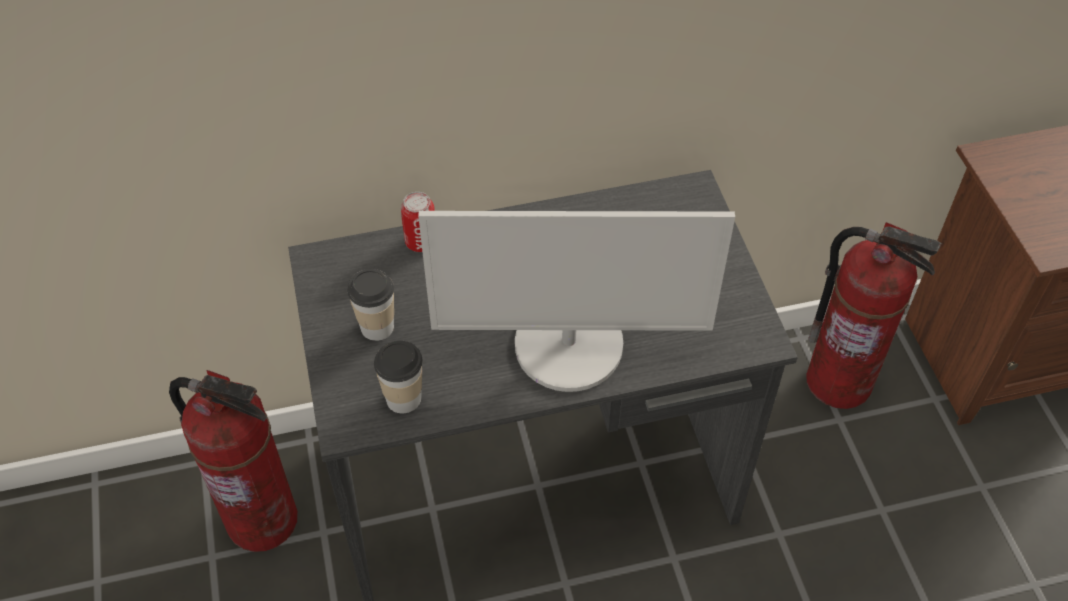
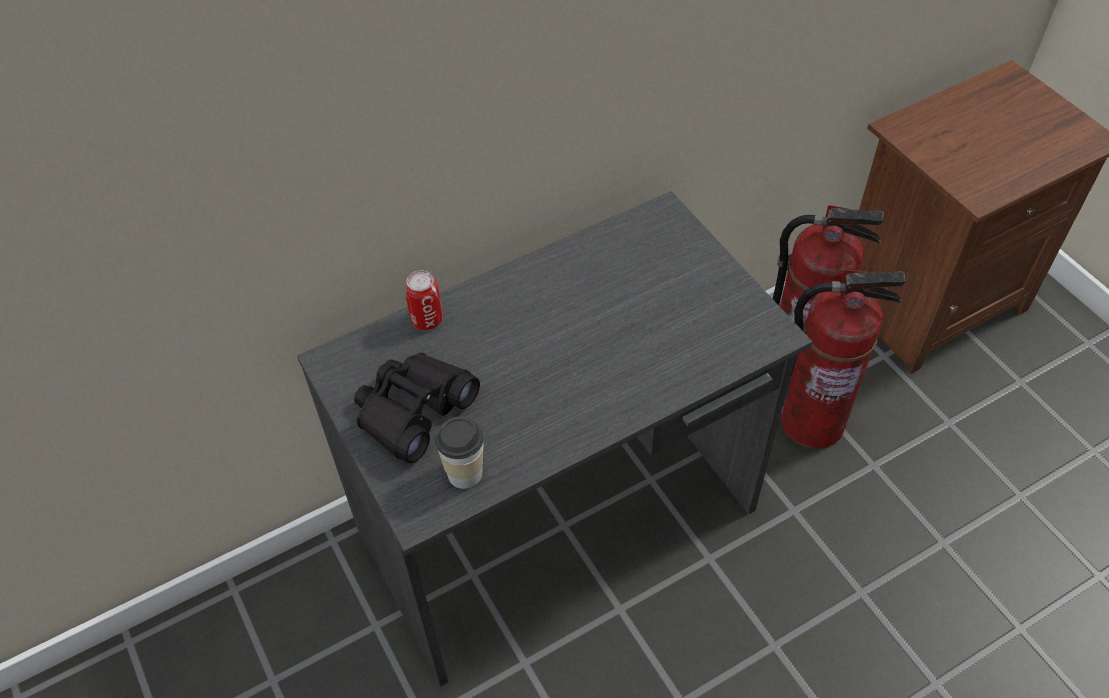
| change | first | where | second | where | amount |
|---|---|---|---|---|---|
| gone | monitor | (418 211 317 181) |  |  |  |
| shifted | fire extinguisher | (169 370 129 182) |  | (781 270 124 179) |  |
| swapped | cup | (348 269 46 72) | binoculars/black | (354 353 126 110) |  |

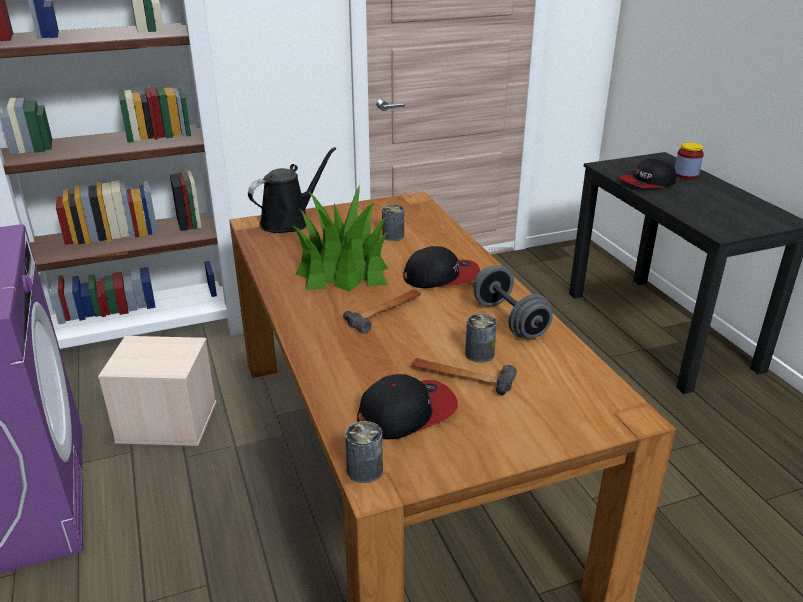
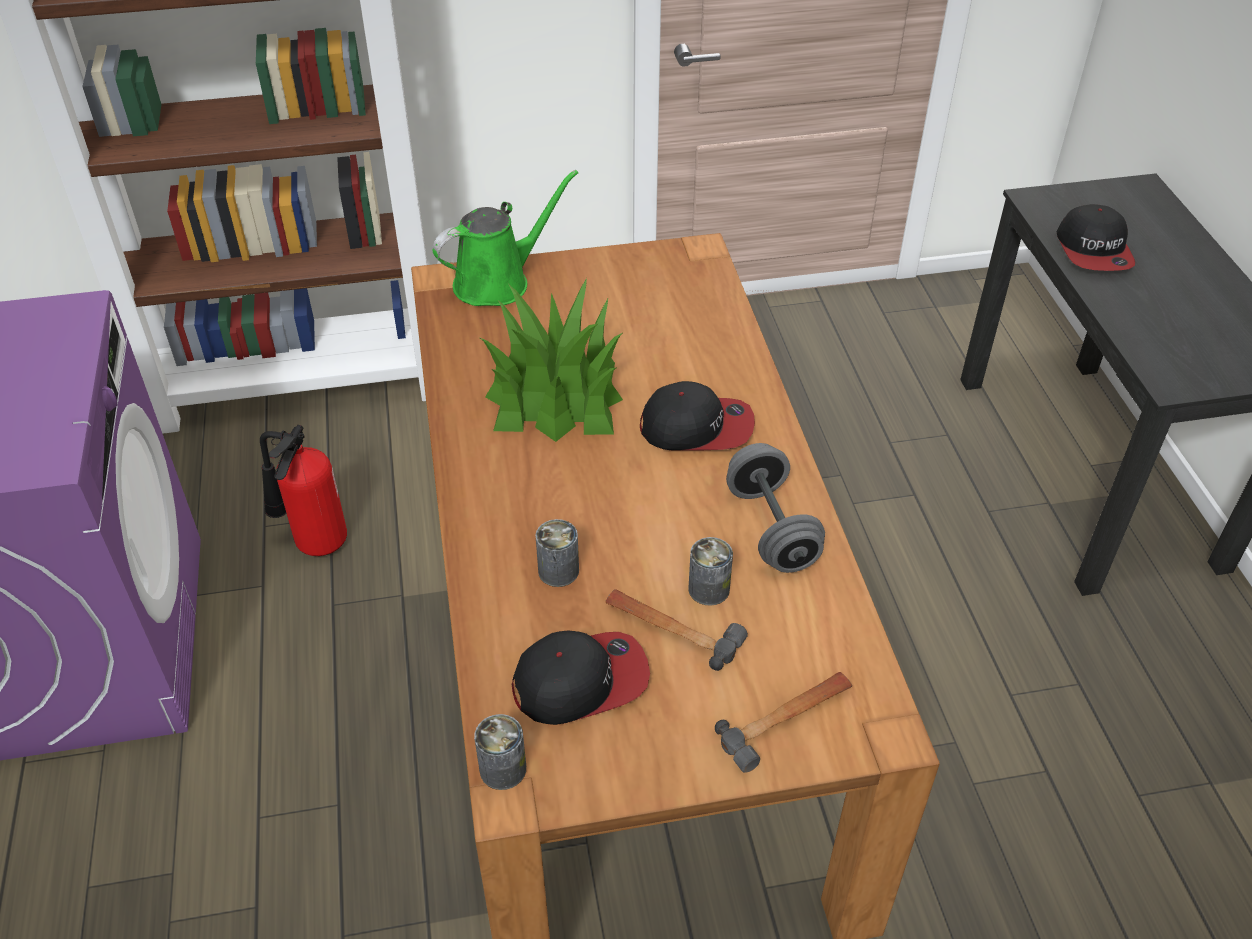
| change | first | where | second | where | amount |
|---|---|---|---|---|---|
| gone | jar | (675 142 29 37) |  |  |  |
| shifted | hammer | (343 289 78 45) |  | (715 672 137 101) |  |
| shifted | can | (382 205 22 36) |  | (535 519 44 68) |  |
| swapped | storage box/beige | (98 336 118 110) | fire extinguisher | (260 425 87 131) |  |
| repainted | watering can/black | (248 147 88 86) | watering can/green | (432 170 146 136) |  |
| rotated | cap | (619 158 57 30) |  | (1057 204 78 67) | 75 degrees counterclockwise |

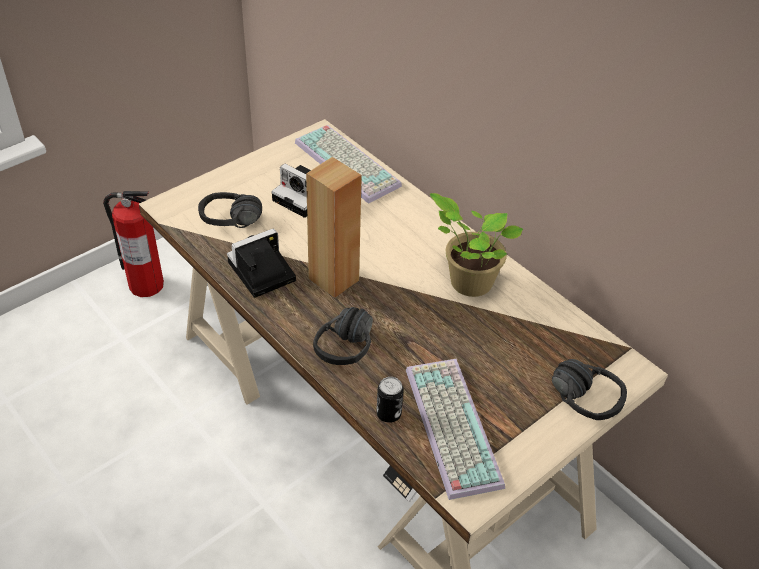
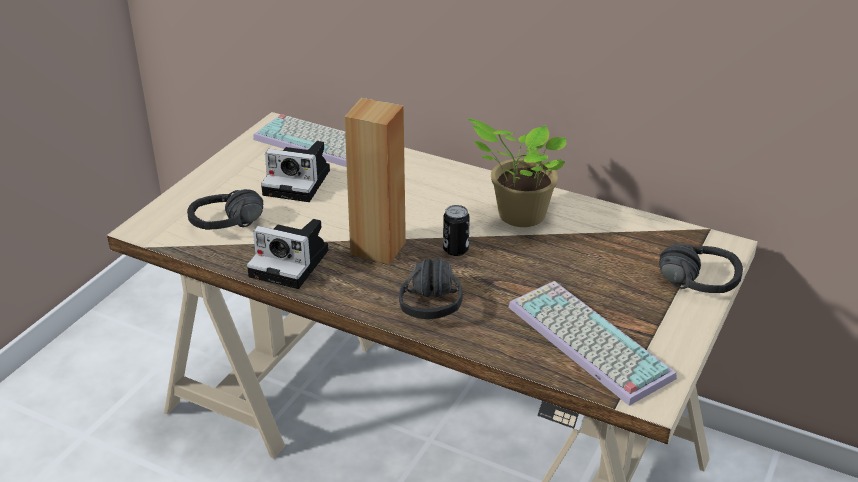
| change | first | where | second | where | amount |
|---|---|---|---|---|---|
| gone | fire extinguisher | (103 191 61 106) |  |  |  |
| shifted | can | (376 377 28 46) |  | (443 205 27 51) |  |
| rotated | photo camera | (227 229 69 69) |  | (247 219 81 70) | 105 degrees counterclockwise |

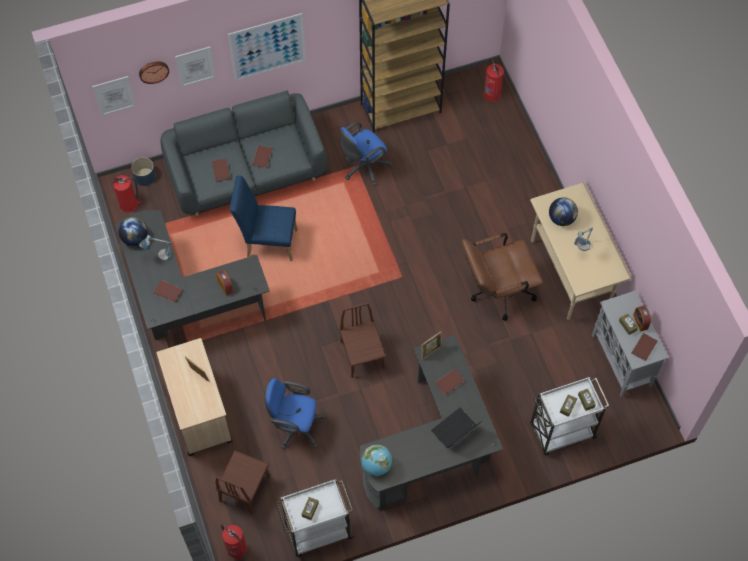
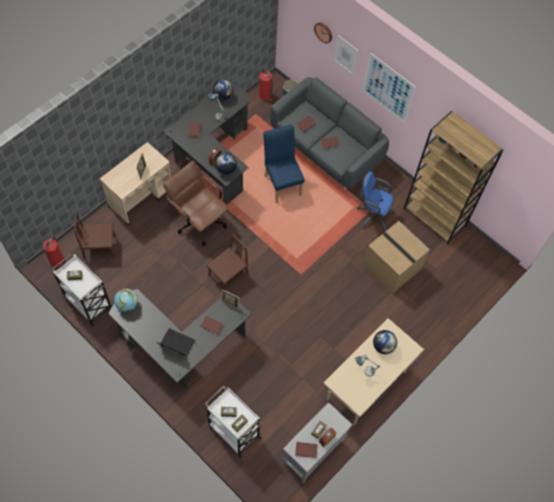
| change | first | where | second | where | amount |
|---|---|---|---|---|---|
| gone | picture | (92 76 44 40) |  |  |  |
| gone | office chair/blue | (264 378 62 71) |  |  |  |
| gone | fire extinguisher | (483 60 21 42) |  |  |  |
| new |  |  | globe | (215 153 22 22) |  |
| new |  |  | cardboard box | (363 221 67 73) |  |
| shifted | office chair/brown | (462 233 81 88) |  | (163 161 66 85) |  |

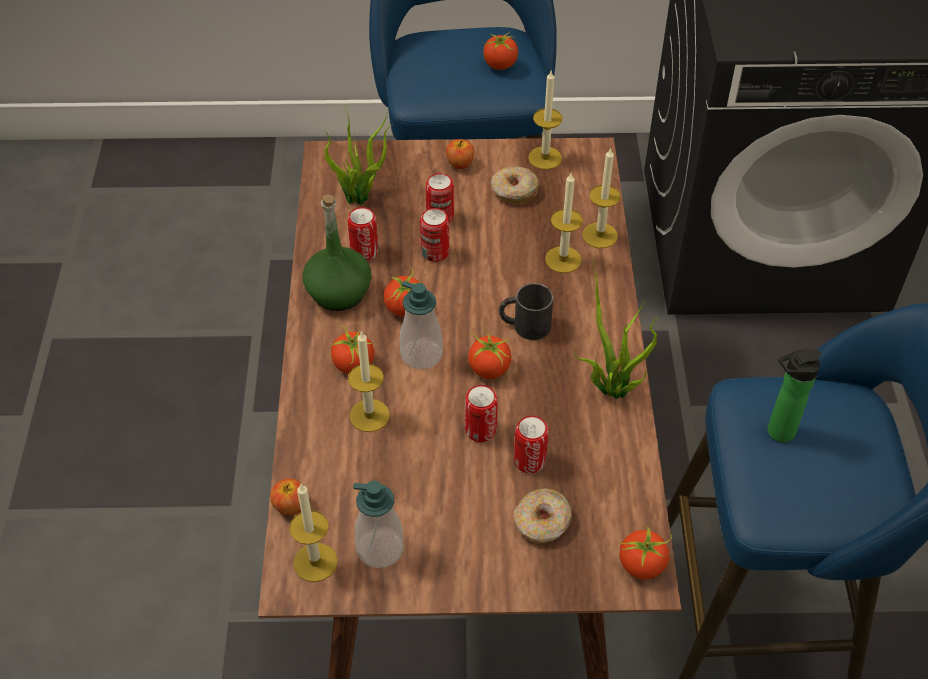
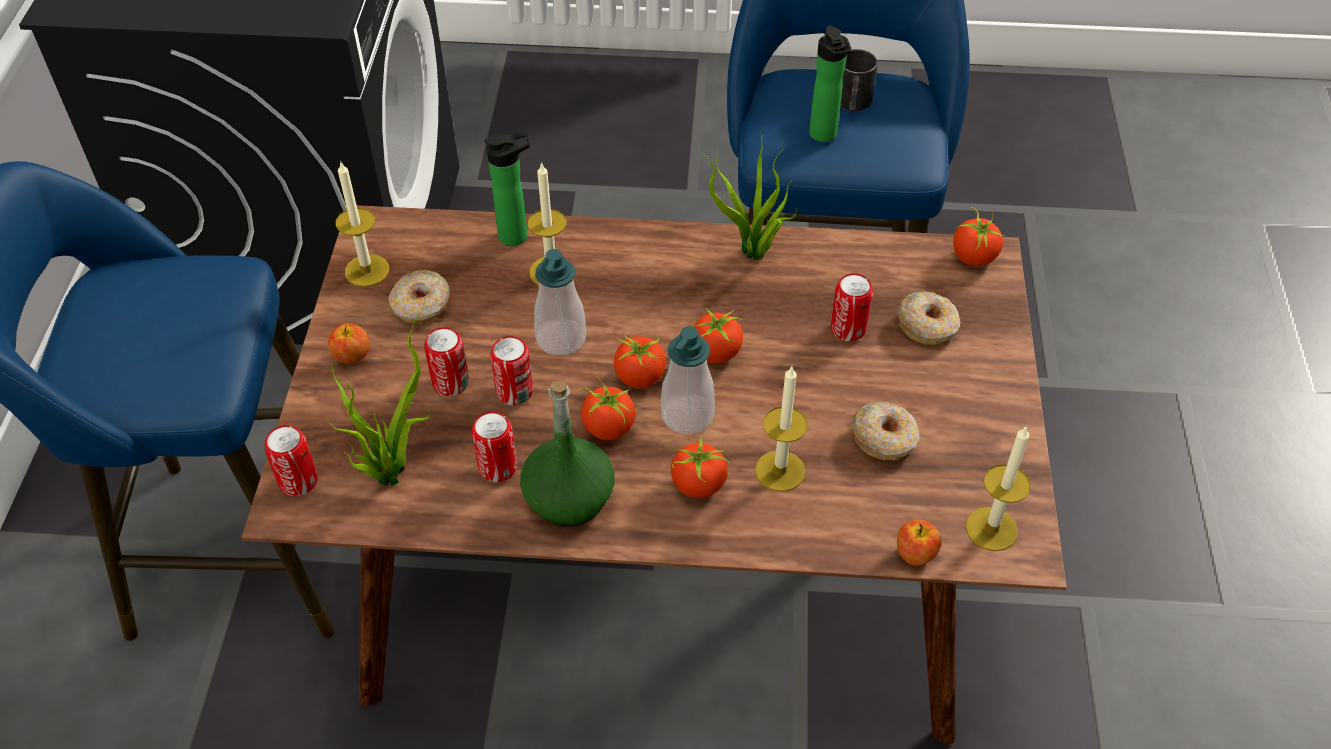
| change | first | where | second | where | amount |
|---|---|---|---|---|---|
| new |  |  | donut | (851 401 69 59) |  |
| shifted | soap dispenser | (353 481 51 87) |  | (534 249 52 106) |  |
| shifted | can | (465 385 33 57) |  | (265 425 53 71) |  |
| shifted | tomato | (483 33 35 37) |  | (614 334 52 54) |  |
| shifted | mug/black | (499 283 54 57) |  | (840 49 38 64) |  |
| swapped | candle | (582 147 39 101) | bottle | (484 132 46 114) |  |

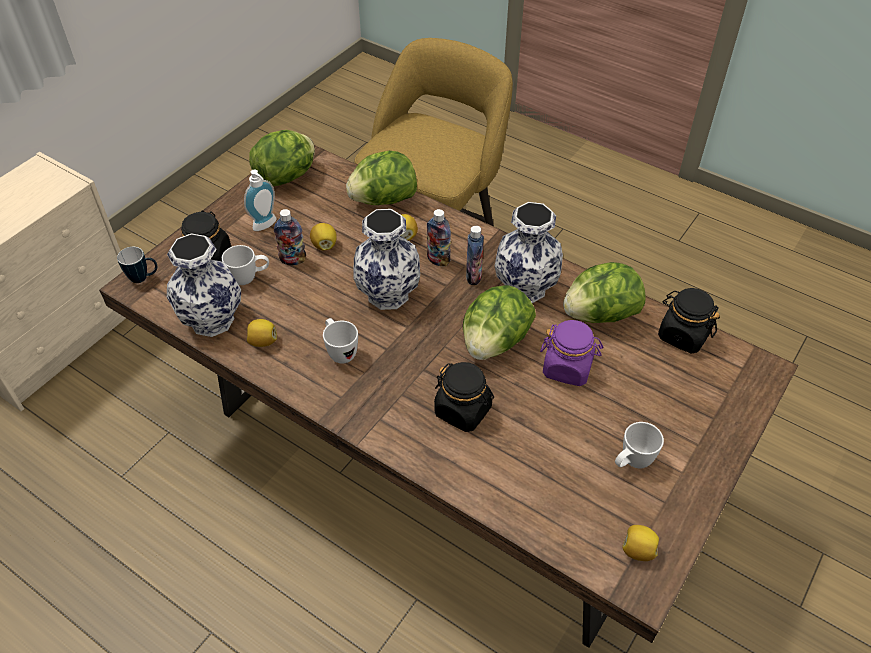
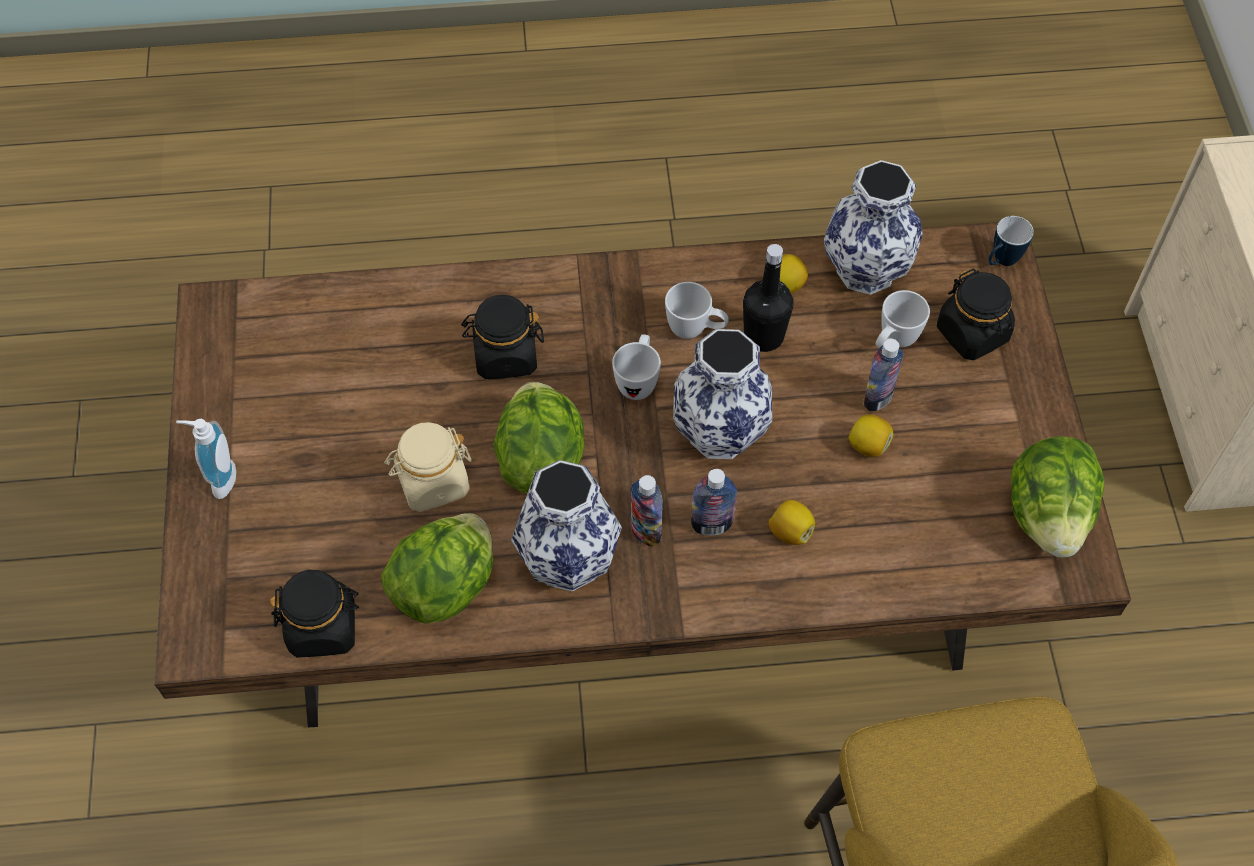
| change | first | where | second | where | amount |
|---|---|---|---|---|---|
| gone | lettuce | (346 151 71 54) |  |  |  |
| gone | lemon | (622 525 37 36) |  |  |  |
| new |  |  | bottle/black | (743 244 51 108) |  |
| shifted | soap dispenser | (244 169 33 62) |  | (176 419 60 80) |  |
| shifted | mug/white | (615 422 49 47) |  | (612 334 49 66) |  |
| repainted | jar/purple | (540 320 64 66) | jar/beige | (384 422 88 90) |  |

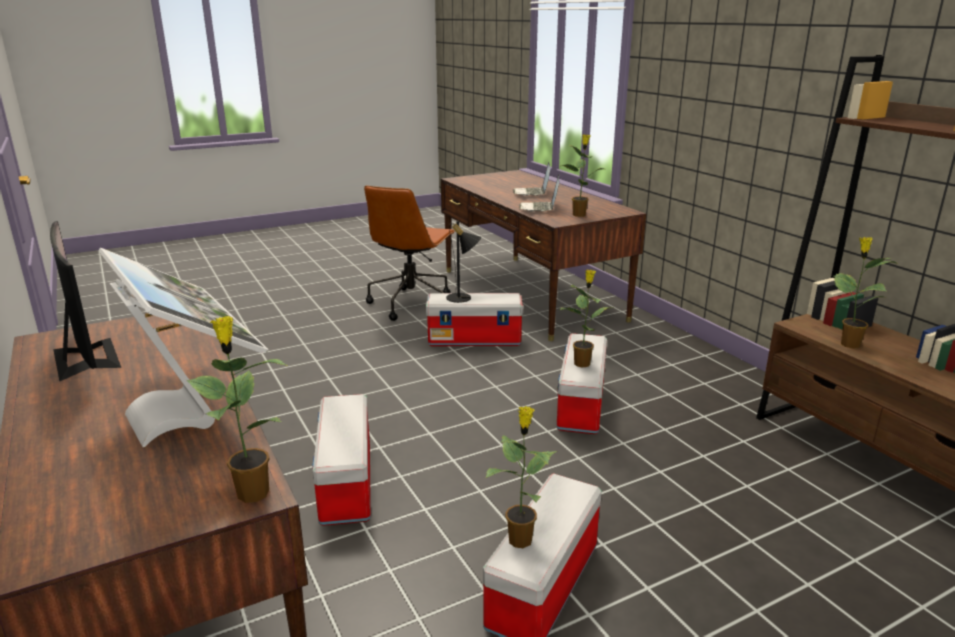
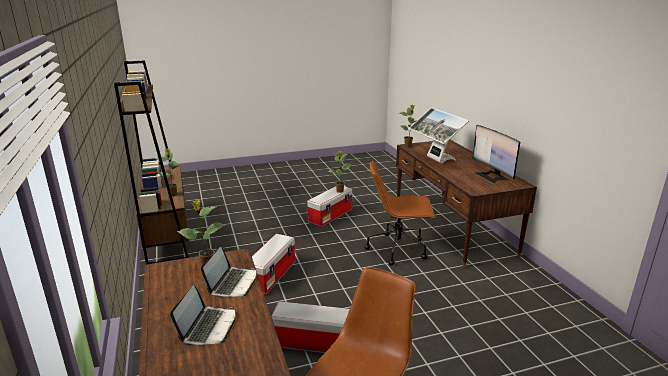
| change | first | where | second | where | amount |
|---|---|---|---|---|---|
| gone | table lamp/black | (446 221 35 82) |  |  |  |
| gone | potted plant | (560 269 54 99) |  |  |  |
| swapped | storage box | (313 394 58 132) | office chair/brown | (365 160 71 106) |  |

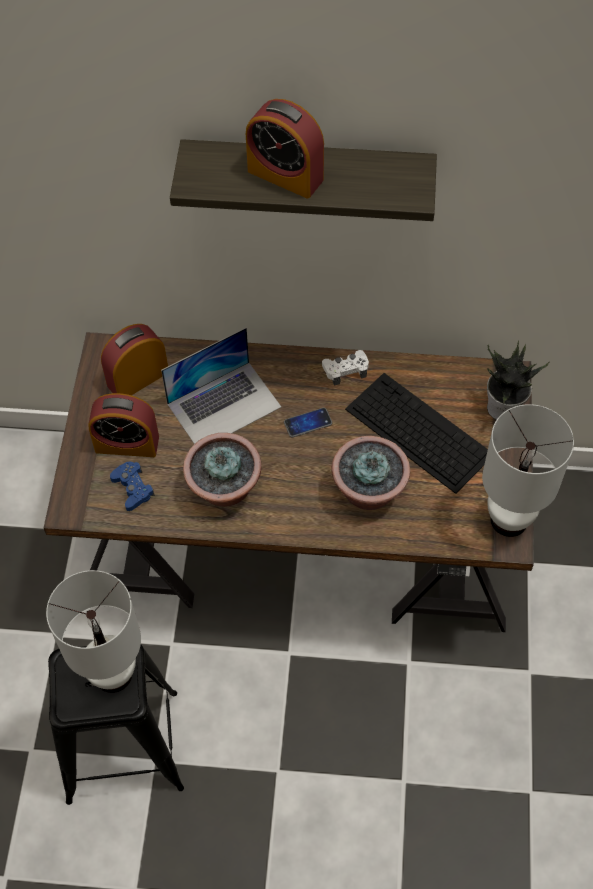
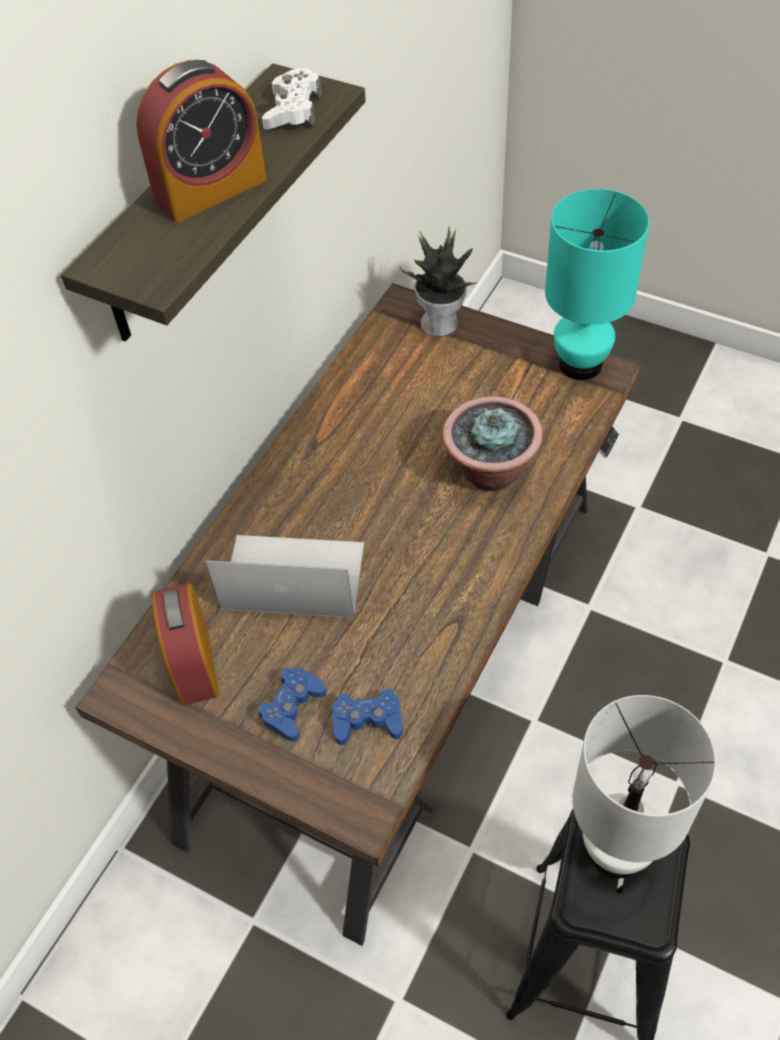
| change | first | where | second | where | amount |
|---|---|---|---|---|---|
| gone | potted plant | (183 433 79 74) |  |  |  |
| gone | phone | (284 408 48 29) |  |  |  |
| gone | keyboard | (345 373 143 121) |  |  |  |
| shifted | game controller/white | (322 350 47 36) |  | (262 68 60 62) |  |
| swapped | alarm clock | (88 393 71 64) | game controller/blue | (258 667 68 75) |  |
| repainted | table lamp/white | (482 404 92 133) | table lamp/turquoise | (545 189 104 191) |  |
| rotated | laptop | (161 328 120 116) |  | (206 535 158 83) | 75 degrees counterclockwise |

